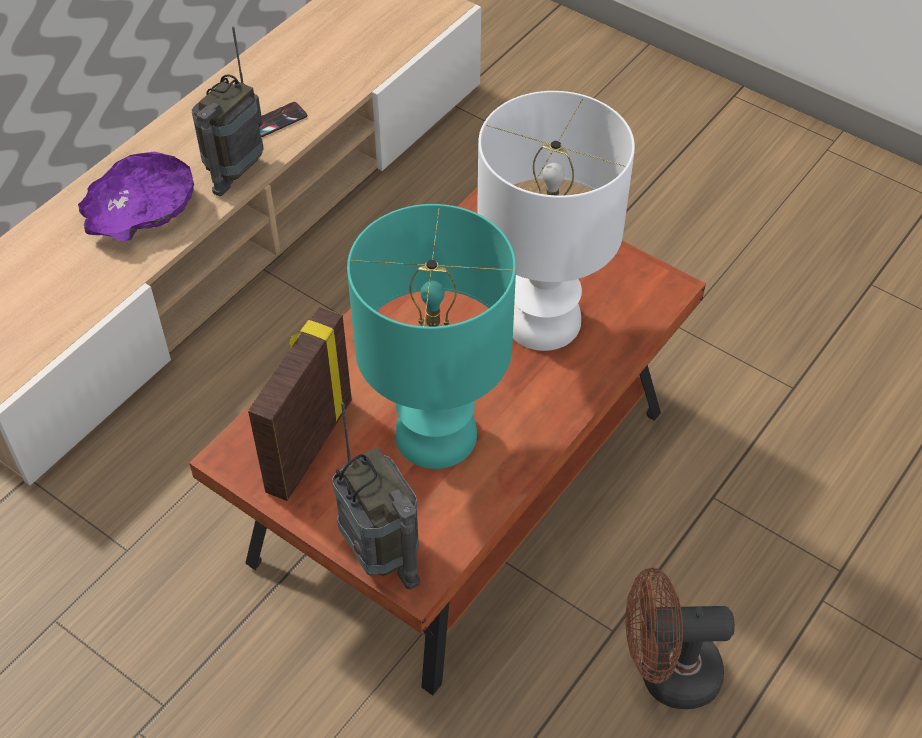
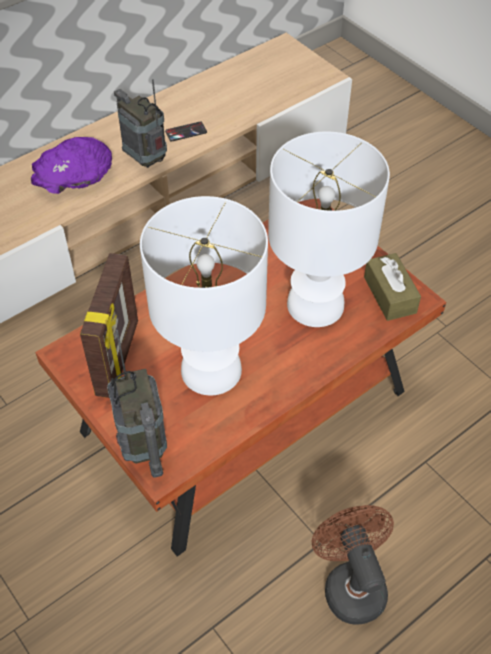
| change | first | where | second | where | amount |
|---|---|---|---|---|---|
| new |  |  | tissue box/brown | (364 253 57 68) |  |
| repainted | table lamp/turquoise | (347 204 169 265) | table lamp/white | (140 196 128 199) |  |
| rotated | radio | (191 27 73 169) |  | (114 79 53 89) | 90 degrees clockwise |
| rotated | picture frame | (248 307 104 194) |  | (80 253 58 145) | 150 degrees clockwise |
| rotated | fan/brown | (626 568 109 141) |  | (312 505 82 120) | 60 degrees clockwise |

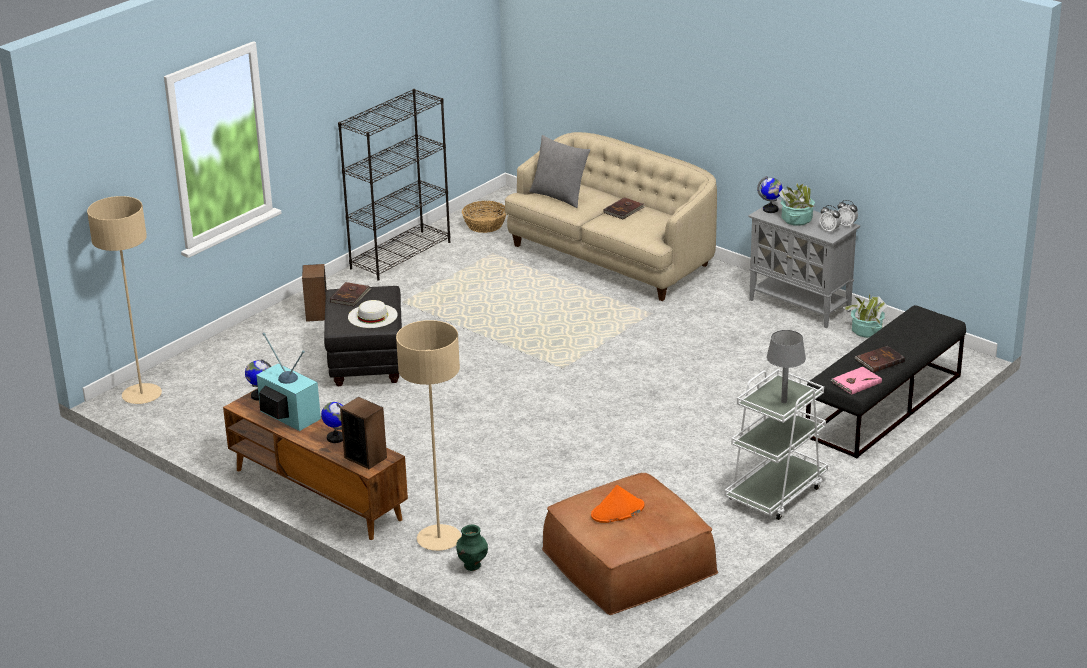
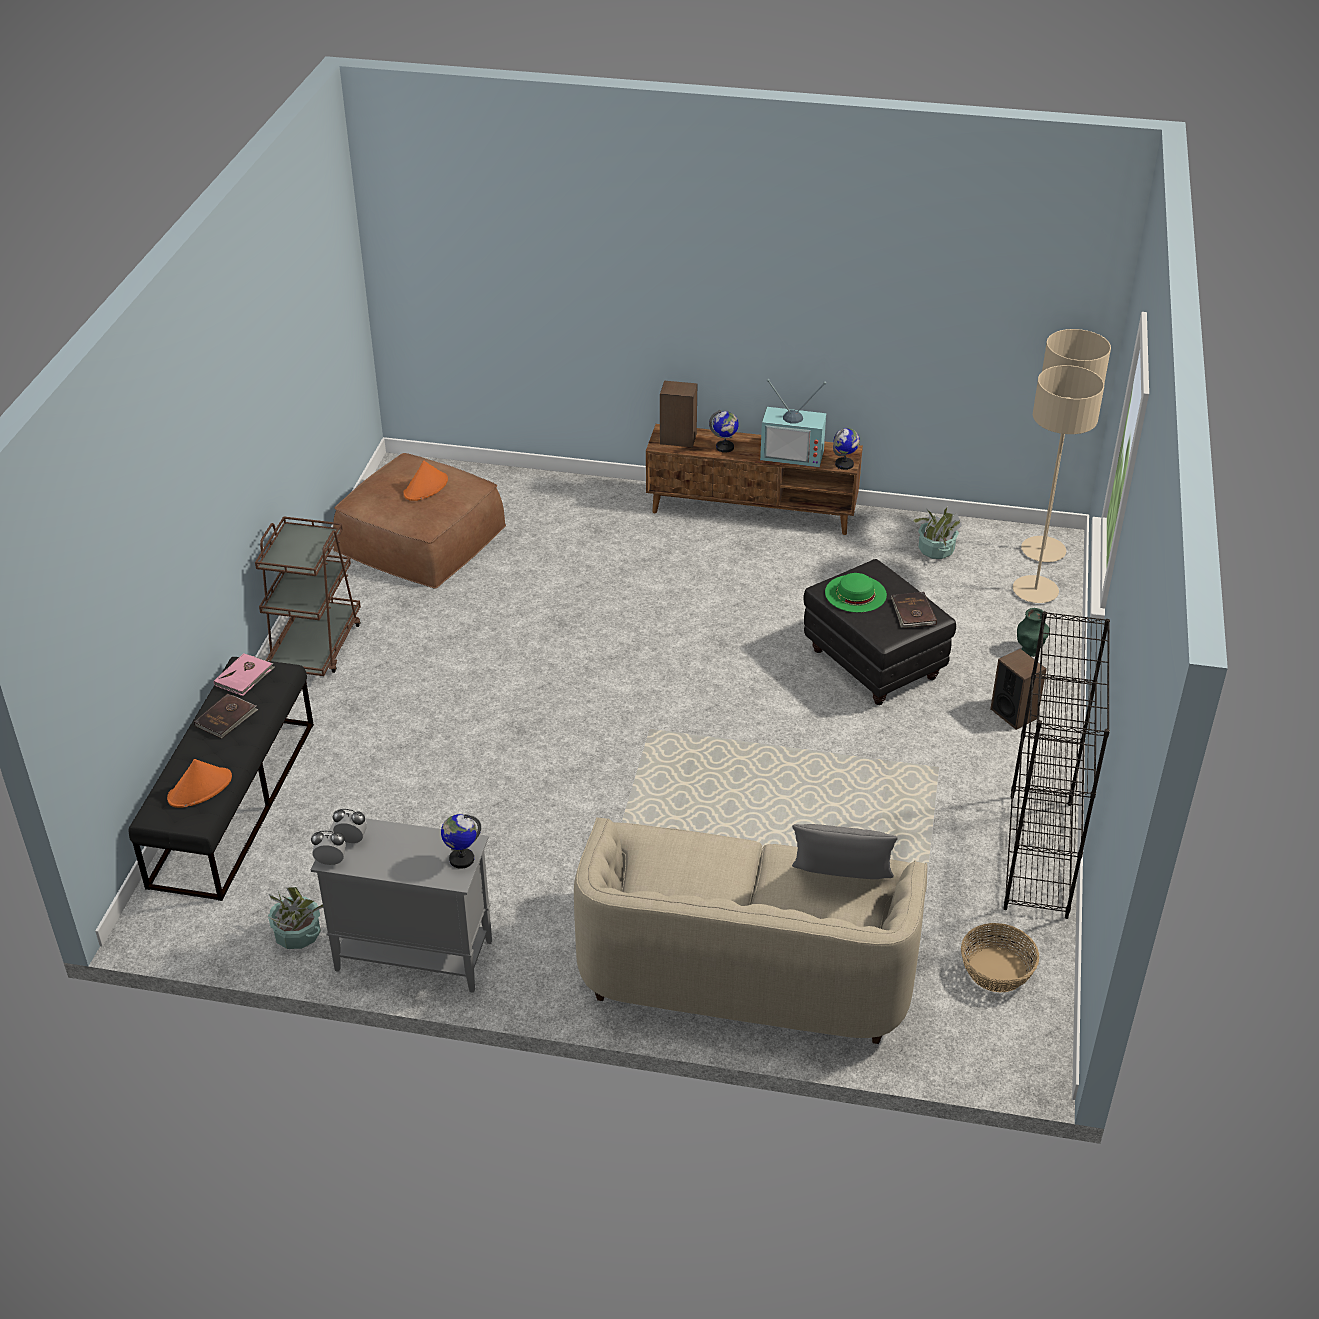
| change | first | where | second | where | amount |
|---|---|---|---|---|---|
| gone | book/brown | (603 197 42 22) |  |  |  |
| gone | table lamp/grey | (766 330 40 73) |  |  |  |
| new |  |  | hat/orange | (167 759 65 49) |  |
| shifted | floor lamp/beige | (396 320 65 231) |  | (1013 365 91 238) |  |
| shifted | vase/green | (456 525 32 46) |  | (1017 608 32 49) |  |
| shifted | potted plant | (778 183 37 43) |  | (911 507 51 52) |  |
| repainted | hat/white | (348 300 50 28) | hat/green | (825 573 62 39) |  |
| repainted | cart/white | (724 369 104 151) | cart/brown | (255 516 106 160) |  |

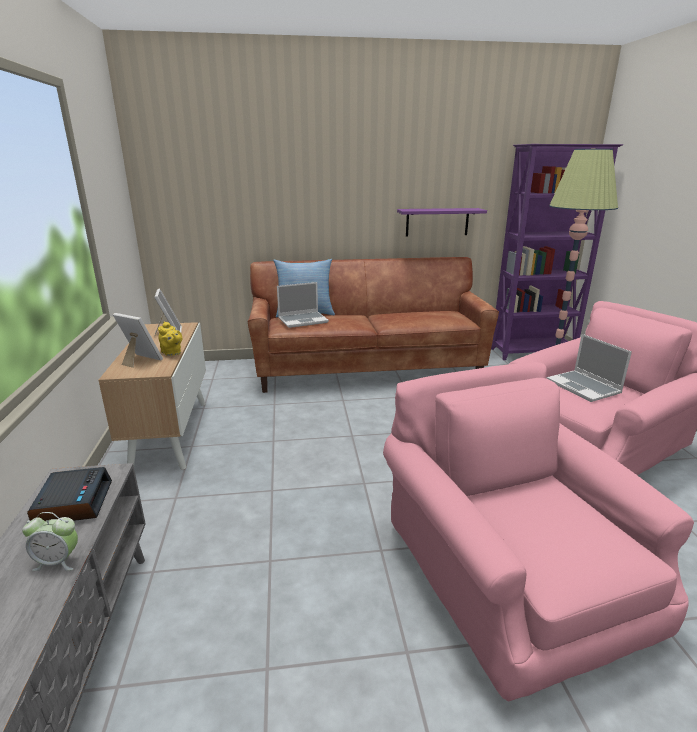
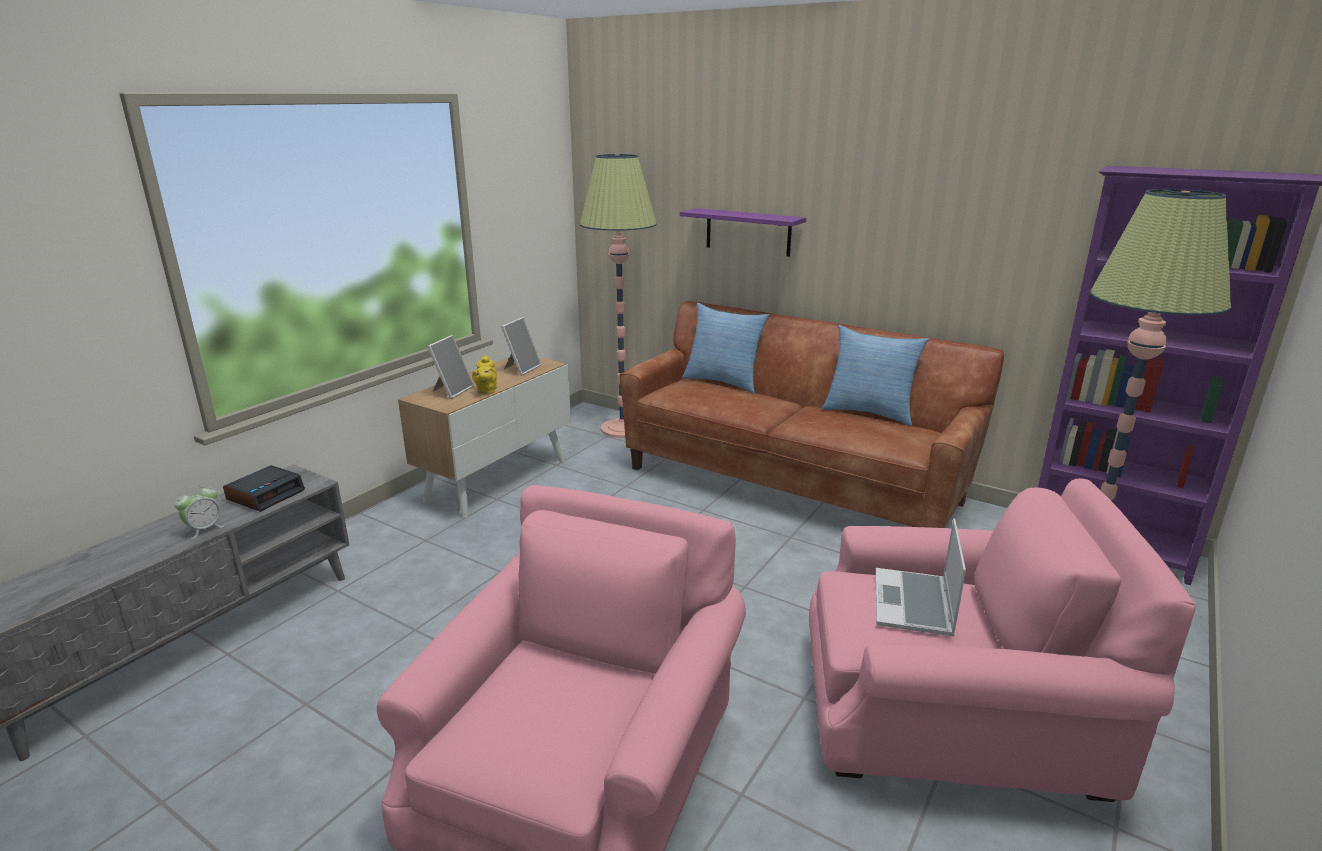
| change | first | where | second | where | amount |
|---|---|---|---|---|---|
| gone | laptop | (277 282 52 46) |  |  |  |
| new |  |  | floor lamp | (580 154 77 284) |  |
| new |  |  | pillow | (822 325 107 101) |  |
| shifted | shelf/purple | (397 208 90 28) |  | (680 208 126 49) |  |
| rotated | alarm clock | (22 512 56 59) |  | (174 485 51 54) | 90 degrees counterclockwise |
| rotated | picture frame | (113 313 50 55) |  | (427 335 47 64) | 45 degrees clockwise |

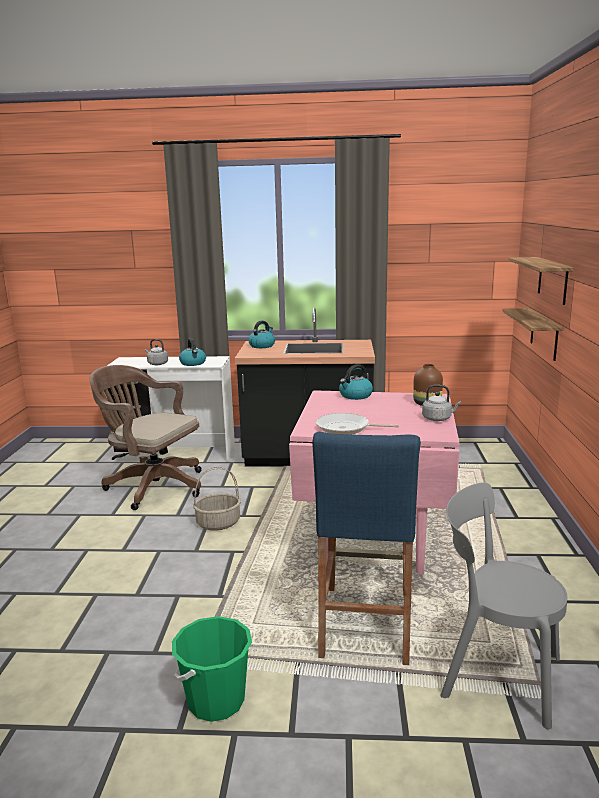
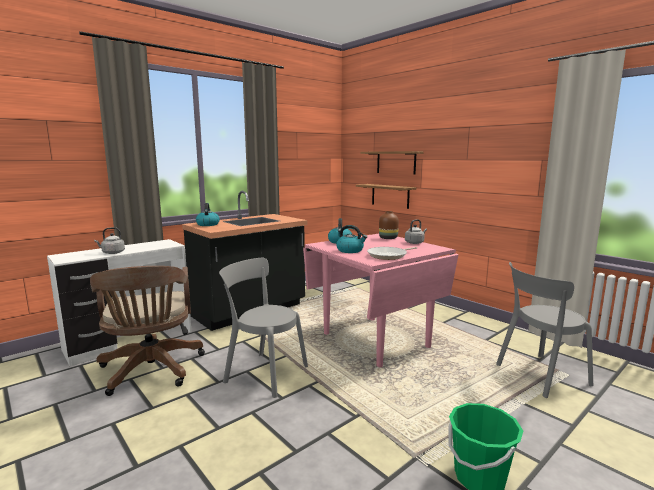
| change | first | where | second | where | amount |
|---|---|---|---|---|---|
| gone | stool/blue | (312 432 109 233) |  |  |  |
| shifted | kettle | (179 338 27 28) |  | (336 225 31 28) |  |
| swapped | basket | (193 467 48 64) | chair/grey | (219 258 89 140) |  |
| rotated | office chair/brown | (90 365 112 145) |  | (90 266 115 130) | 90 degrees counterclockwise |

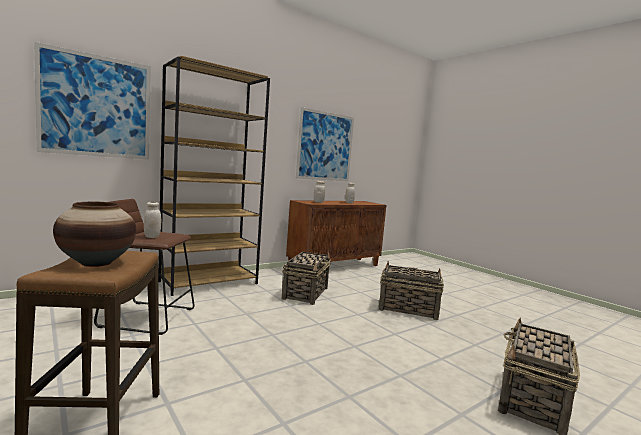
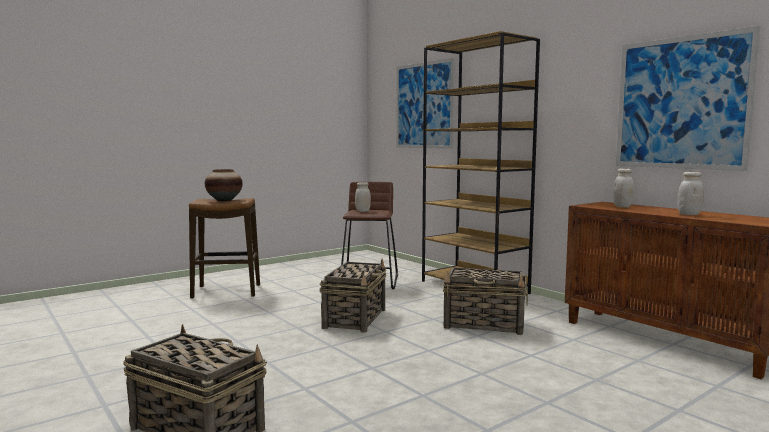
| change | first | where | second | where | amount |
|---|---|---|---|---|---|
| shifted | basket | (379 261 65 59) |  | (319 259 67 74) |  |

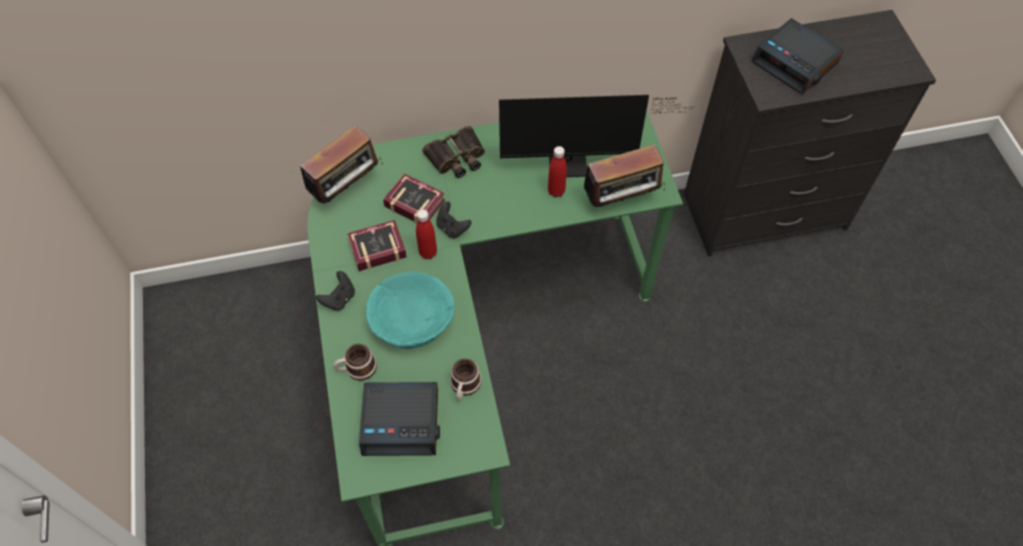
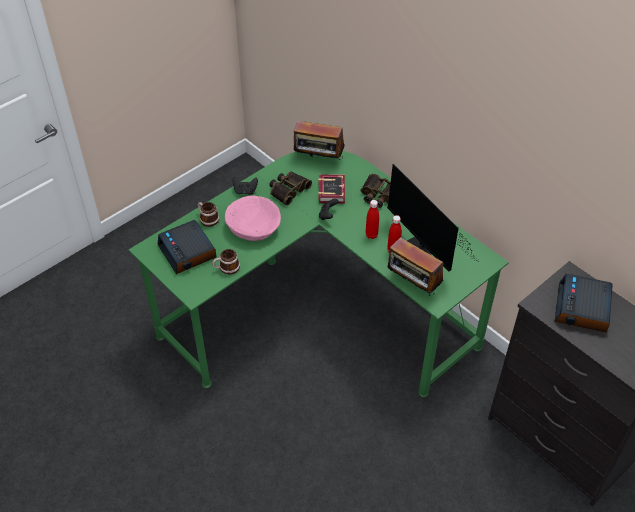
| change | first | where | second | where | amount |
|---|---|---|---|---|---|
| shifted | bottle/red | (416 209 21 50) |  | (366 200 13 39) |  |
| swapped | book | (347 220 60 51) | binoculars | (269 171 43 35) |  |
| repainted | bowl/turquoise | (366 272 89 77) | bowl/pink | (225 196 56 45) |  |

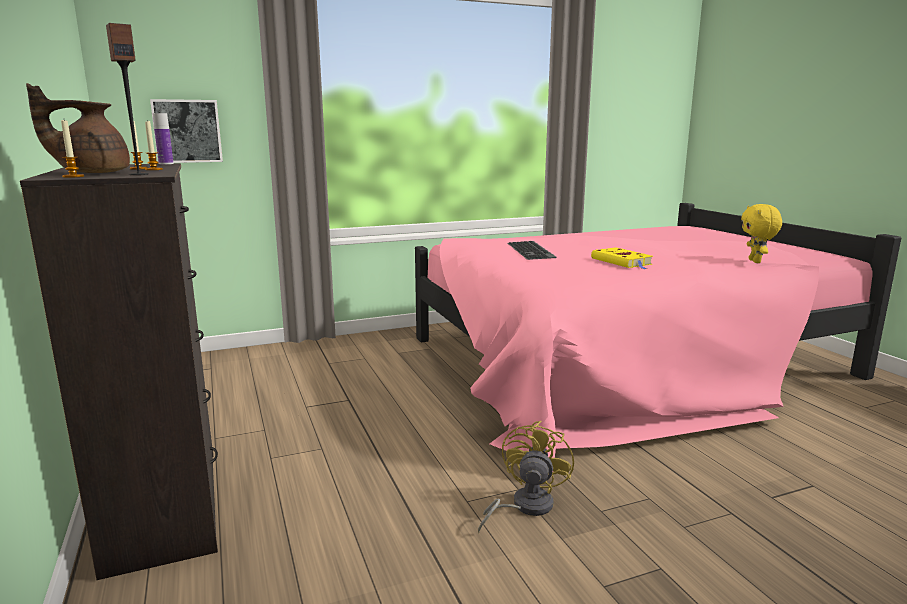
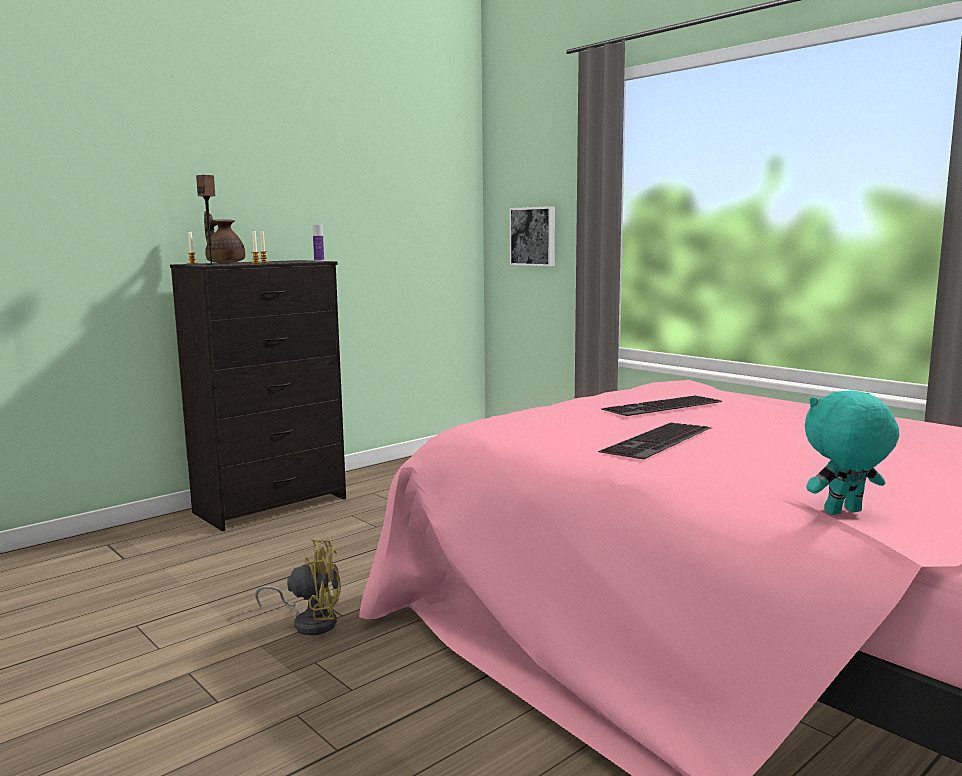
| change | first | where | second | where | amount |
|---|---|---|---|---|---|
| swapped | book/yellow | (591 247 62 22) | keyboard | (598 423 114 36) |  |
| repainted | plush toy/yellow | (741 204 41 59) | plush toy/turquoise | (805 390 94 125) |  |

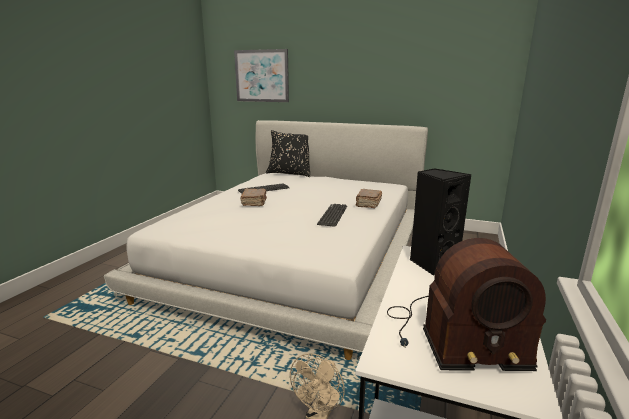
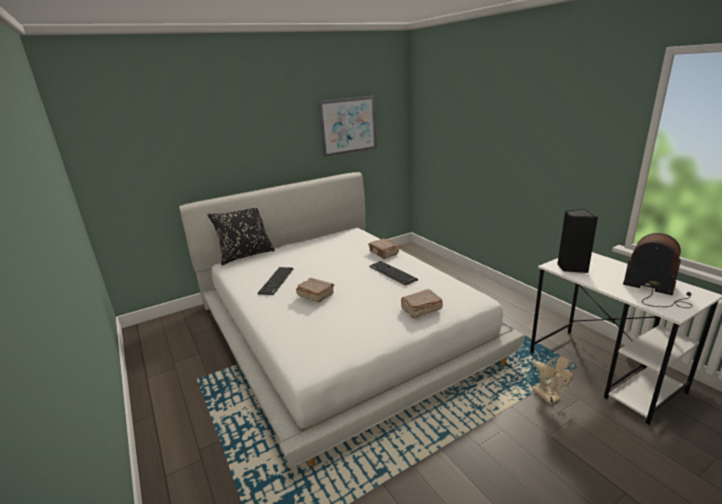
| change | first | where | second | where | amount |
|---|---|---|---|---|---|
| new |  |  | book/brown | (401 289 42 29) |  |
| shifted | picture | (234 49 55 53) |  | (318 96 59 61) |  |
| rotated | radio | (387 238 159 133) |  | (623 233 69 75) | 90 degrees counterclockwise |

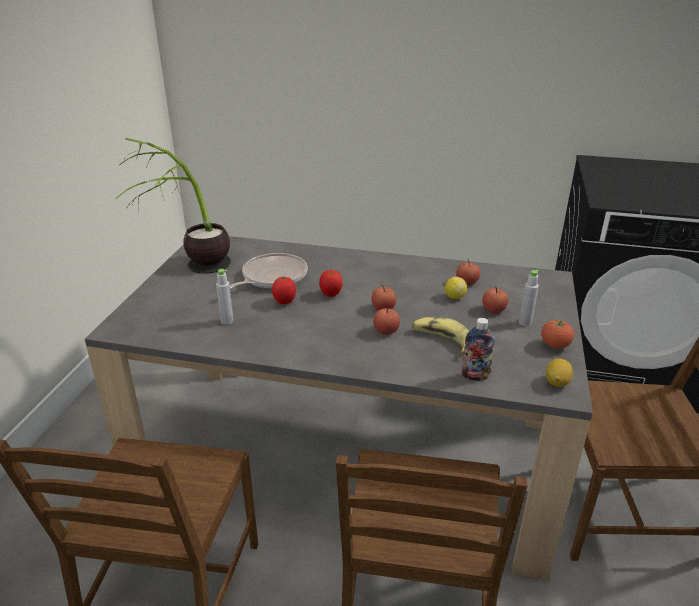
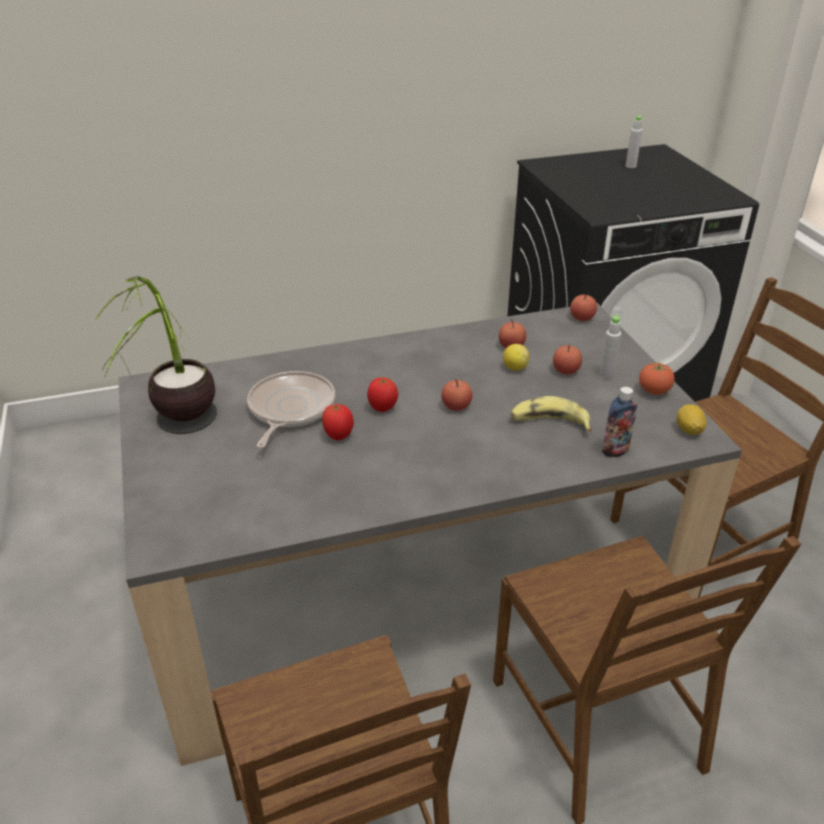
| change | first | where | second | where | amount |
|---|---|---|---|---|---|
| shifted | bottle/grey | (216 269 18 56) |  | (626 116 17 52) |  |
| shifted | apple | (373 307 27 28) |  | (570 292 27 29) |  |

